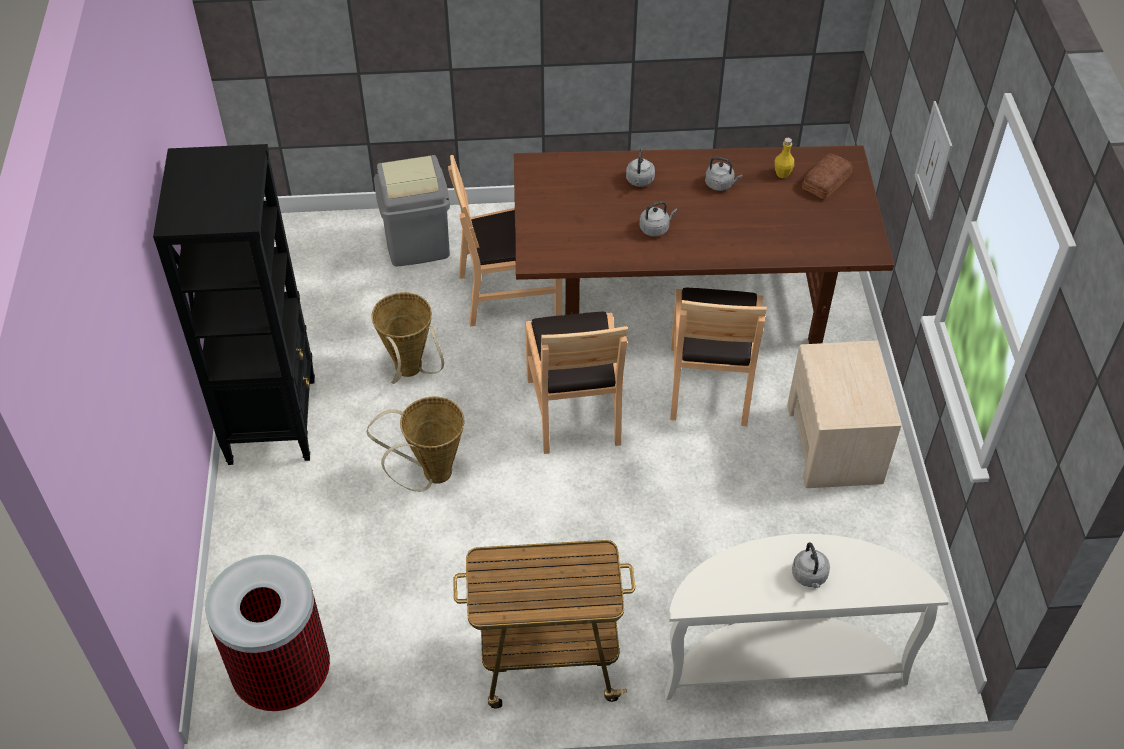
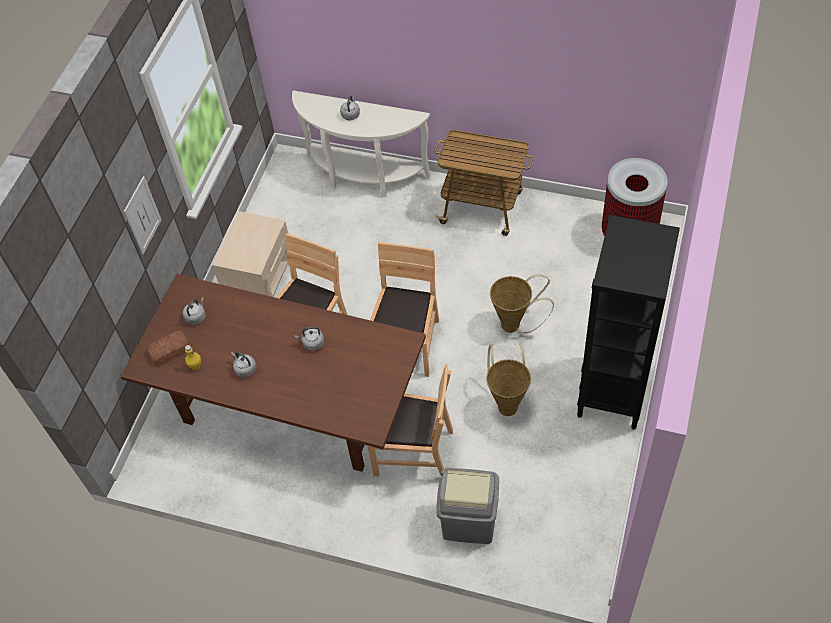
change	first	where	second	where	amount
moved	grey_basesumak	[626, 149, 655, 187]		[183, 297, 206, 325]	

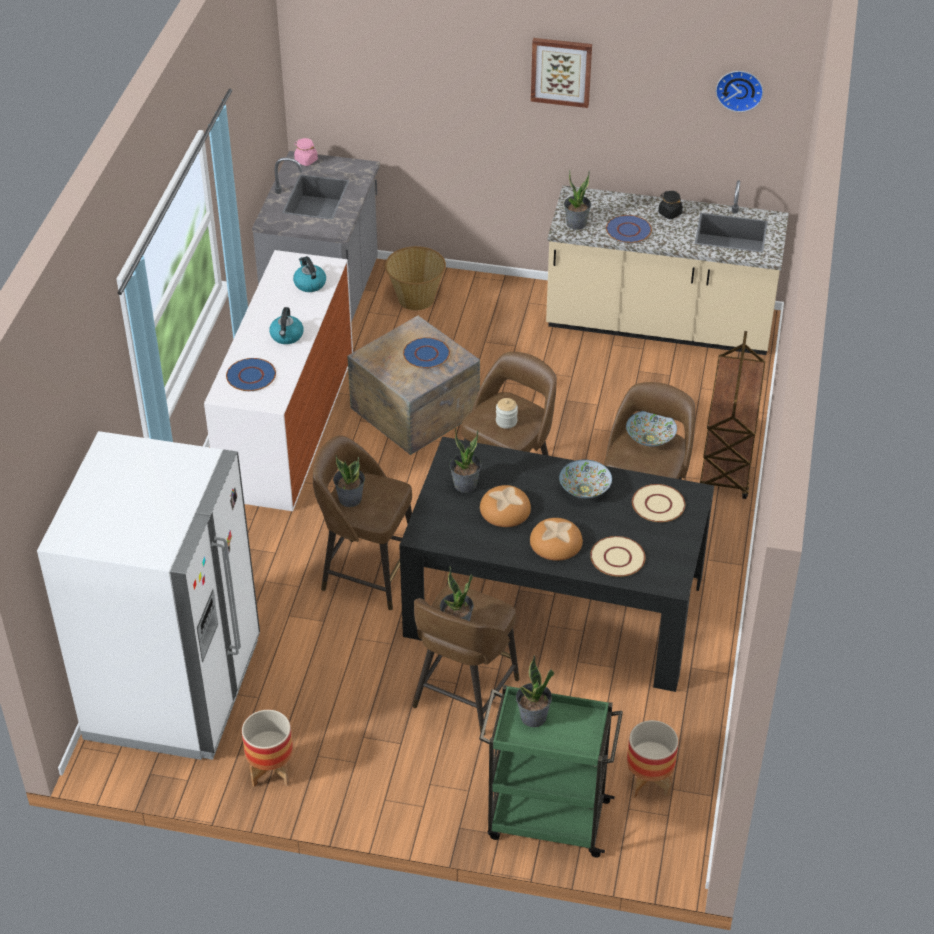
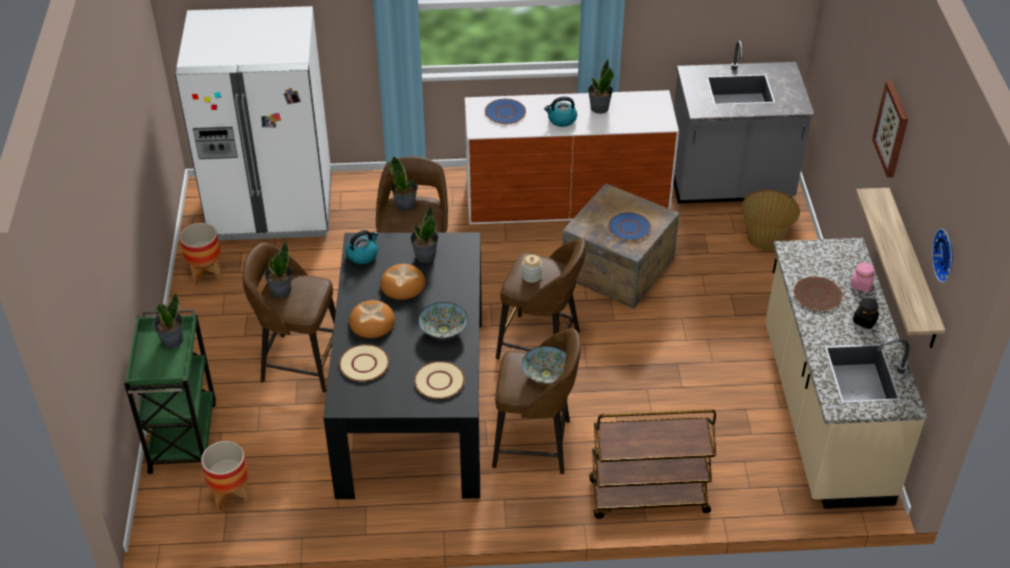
change	first	where	second	where	amount
moved	basesumak	[293, 256, 326, 292]		[346, 230, 378, 264]	
moved	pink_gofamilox	[294, 138, 318, 166]		[850, 262, 874, 292]	
moved	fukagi	[564, 170, 591, 230]		[588, 59, 614, 114]	
recoloured	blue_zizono	[606, 215, 652, 243]	brown_zizono	[794, 276, 843, 310]	
added			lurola	[856, 188, 945, 348]	

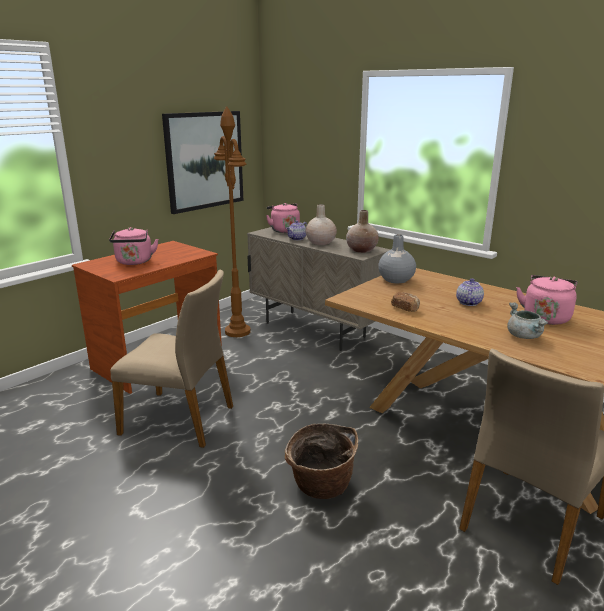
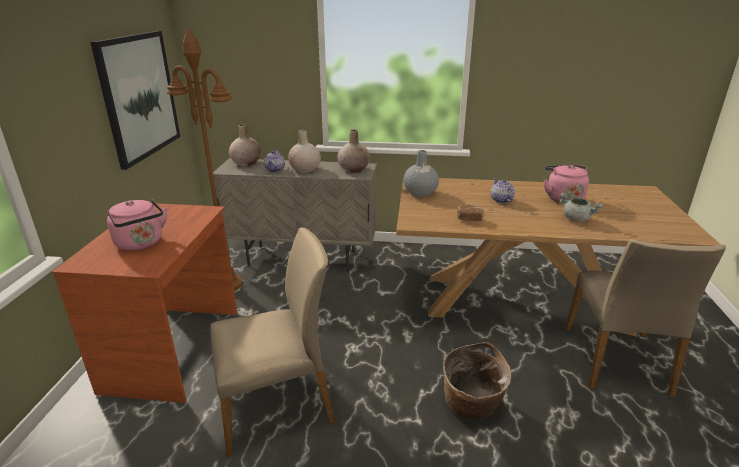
change	first	where	second	where	amount
replaced	pink_basesumak	[266, 203, 300, 233]	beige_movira	[229, 124, 261, 166]	

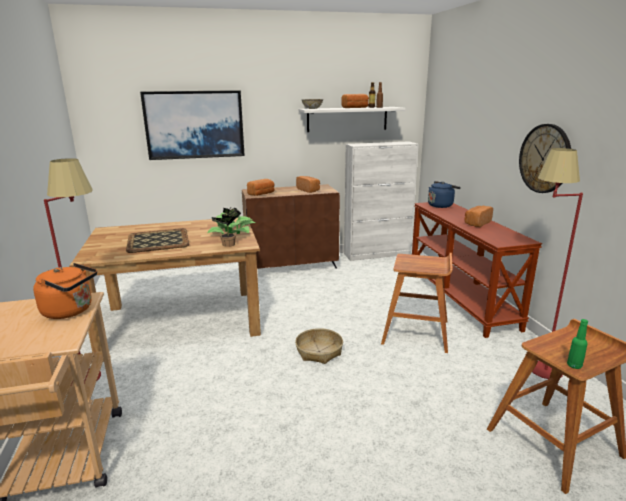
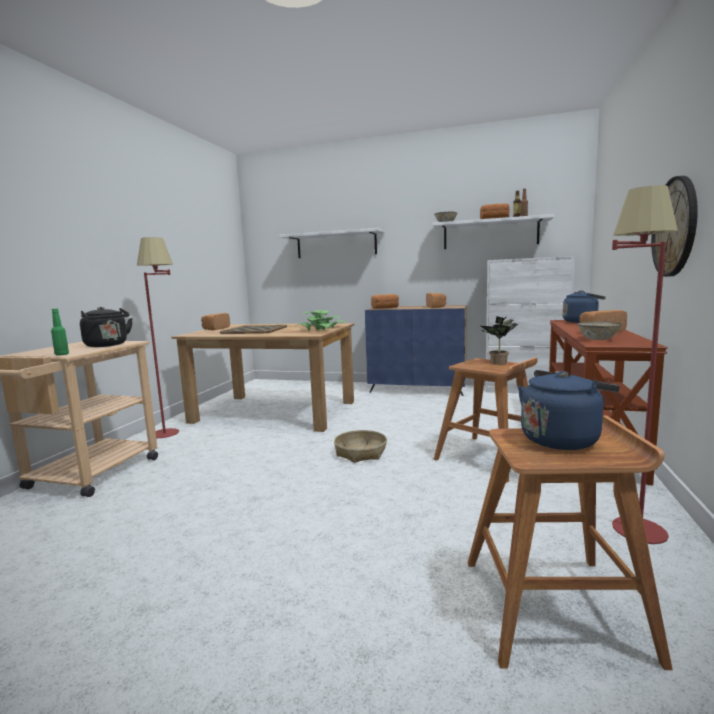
change	first	where	second	where	amount
recoloured	orange_basesumak	[33, 263, 97, 319]	black_basesumak	[80, 307, 133, 347]	
replaced	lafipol	[140, 90, 245, 160]	white_lurola	[279, 228, 385, 258]	
moved	fukagi	[211, 208, 241, 247]		[481, 316, 518, 365]	
recoloured	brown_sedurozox	[242, 184, 340, 269]	blue_sedurozox	[365, 305, 467, 396]	
moved	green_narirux	[567, 319, 588, 369]		[51, 309, 69, 355]	
added			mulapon	[201, 313, 230, 330]	
added			blue_basesumak	[518, 370, 620, 450]	
added			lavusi	[577, 322, 622, 340]	

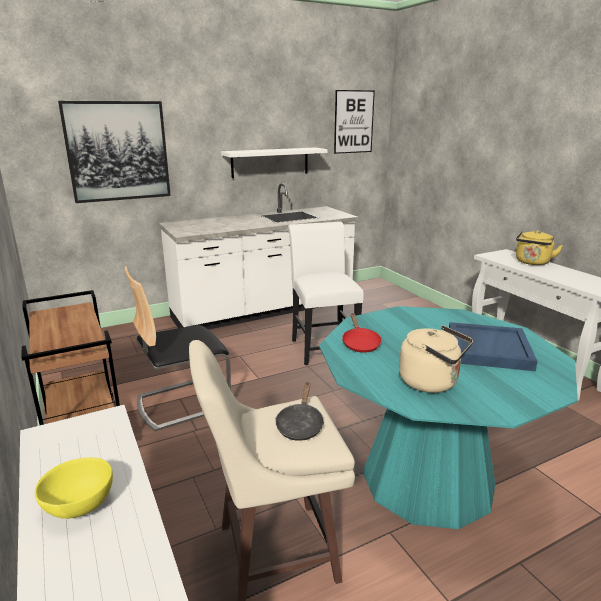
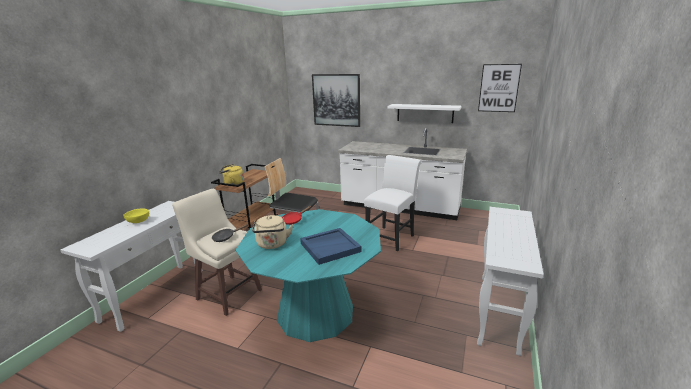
change	first	where	second	where	amount
moved	yellow_basesumak	[516, 230, 563, 265]		[219, 164, 244, 185]	

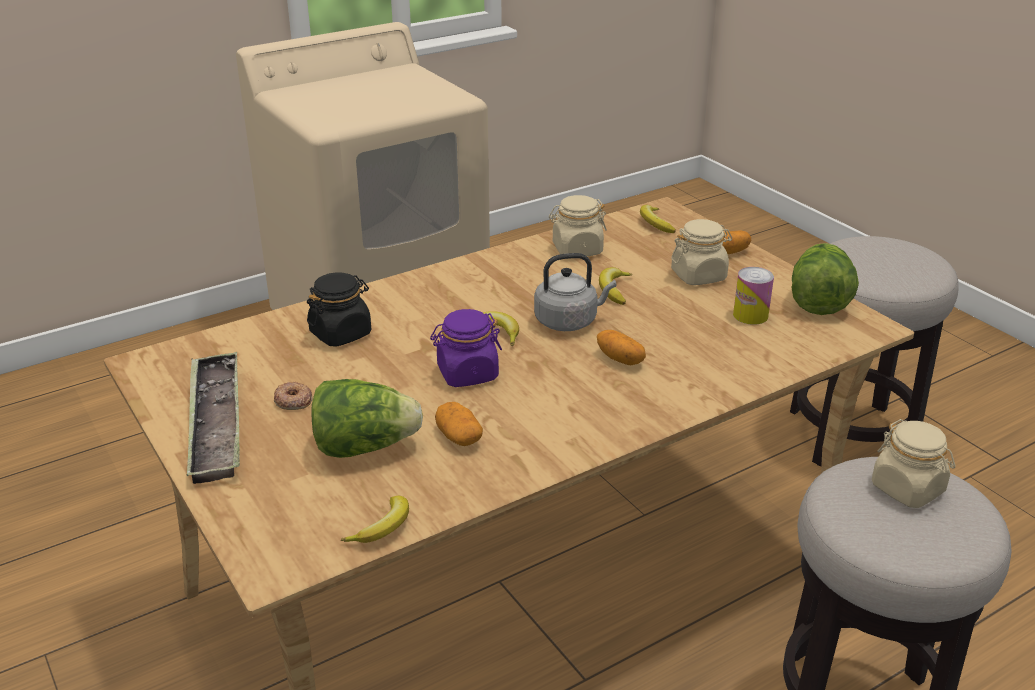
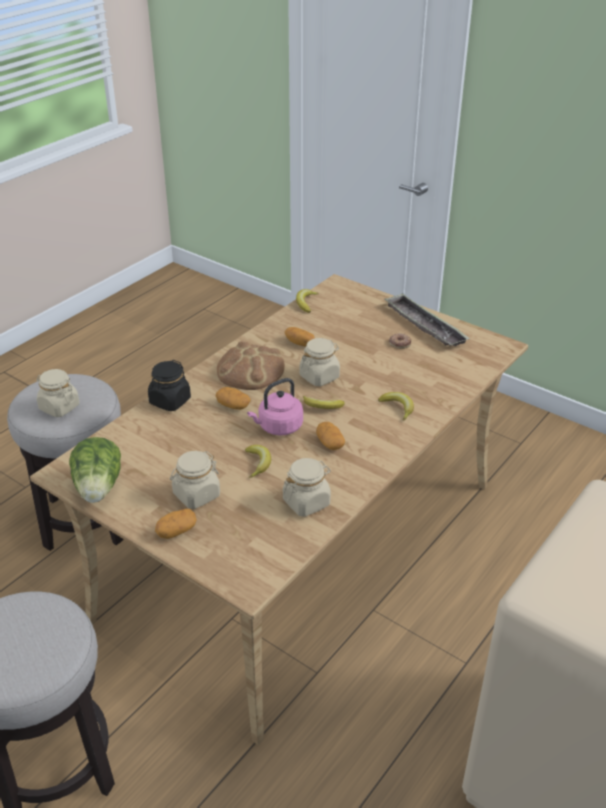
change	first	where	second	where	amount
moved	black_gofamilox	[307, 272, 371, 347]		[148, 360, 191, 411]	
removed	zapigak	[312, 379, 423, 458]			
recoloured	purple_gofamilox	[430, 309, 502, 387]	beige_gofamilox	[300, 338, 340, 386]	
recoloured	grey_basesumak	[534, 253, 616, 331]	pink_basesumak	[247, 378, 303, 436]	
moved	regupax	[640, 205, 676, 233]		[378, 392, 414, 421]	
removed	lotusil	[733, 267, 774, 325]			
added			mulapon	[217, 341, 285, 390]	
added			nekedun	[316, 422, 345, 450]	

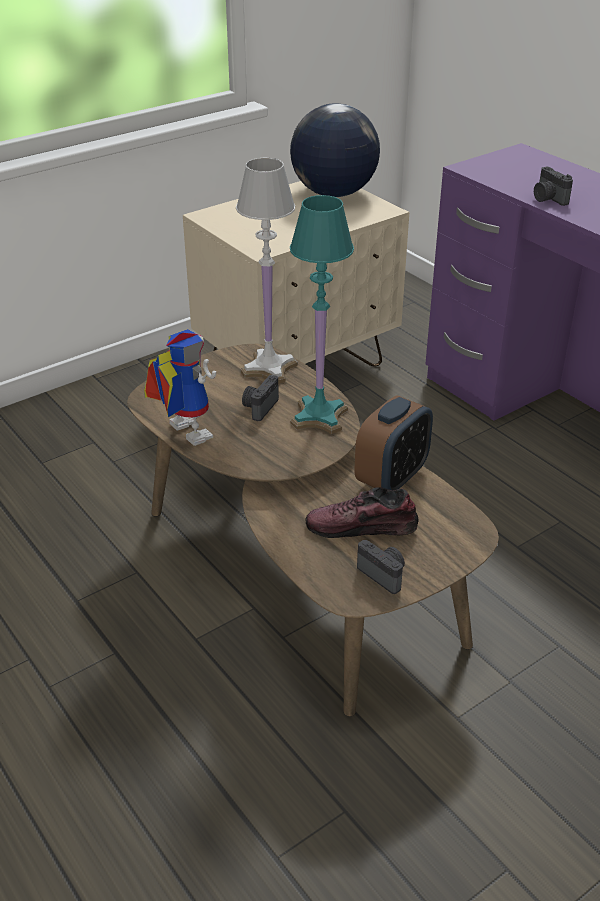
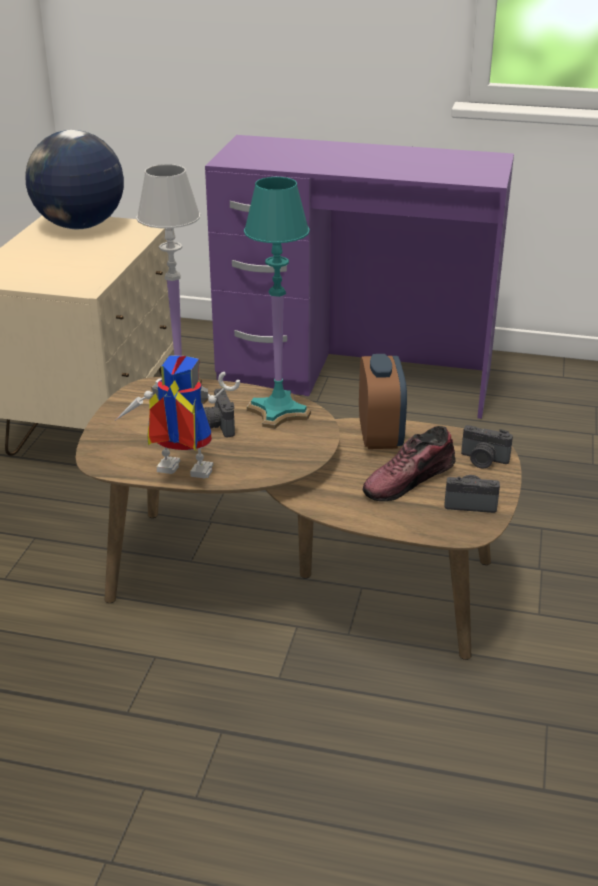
change	first	where	second	where	amount
moved	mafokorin	[534, 167, 573, 206]		[461, 425, 513, 469]	

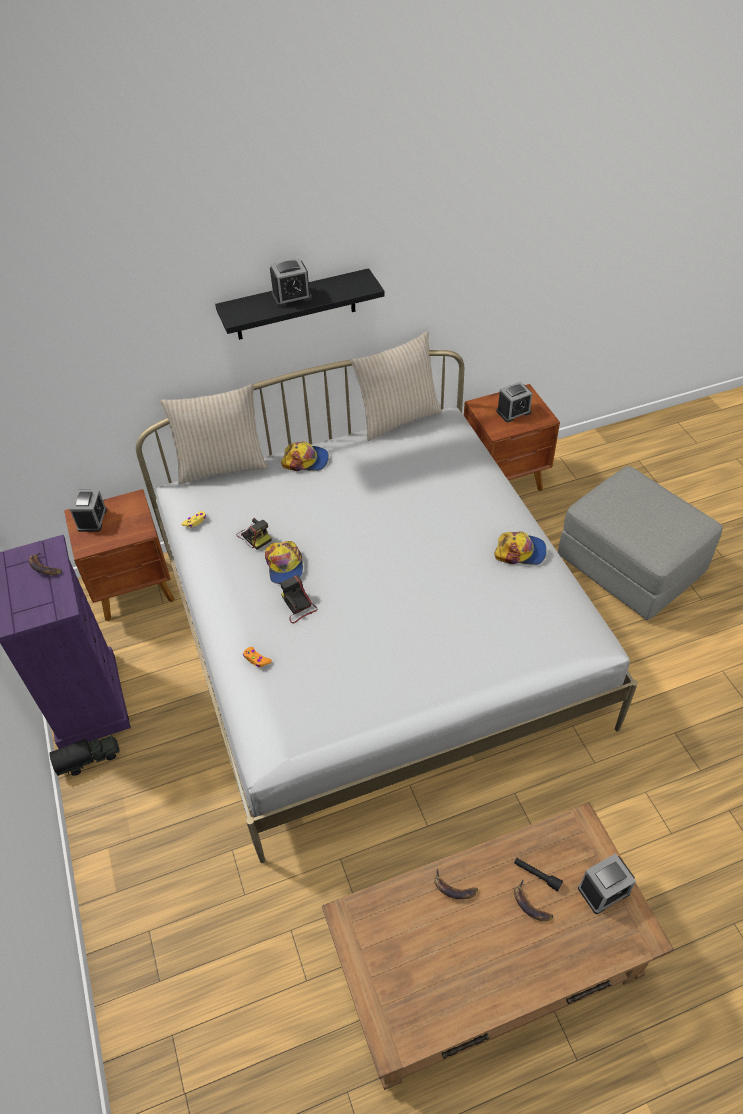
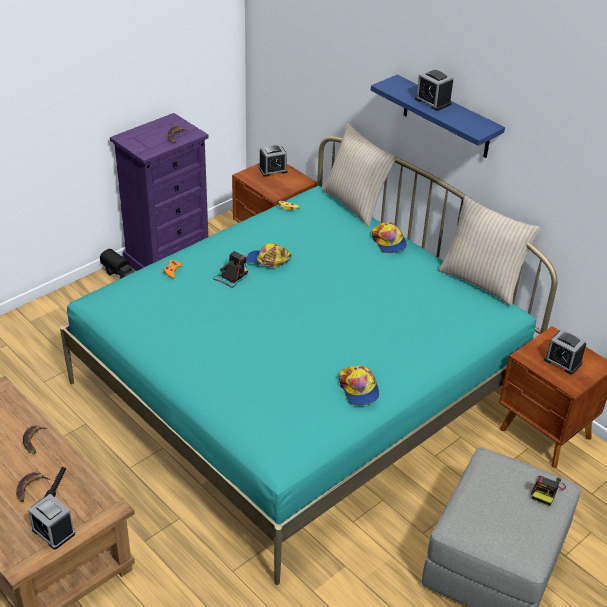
change	first	where	second	where	amount
recoloured	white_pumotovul	[136, 350, 638, 863]	turquoise_pumotovul	[60, 136, 557, 585]	
recoloured	black_lurola	[215, 268, 385, 340]	blue_lurola	[371, 75, 505, 158]	
moved	mafokorin	[237, 518, 272, 550]		[531, 476, 566, 506]	
turned	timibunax	[265, 541, 303, 584]		[247, 243, 292, 267]	45 degrees clockwise

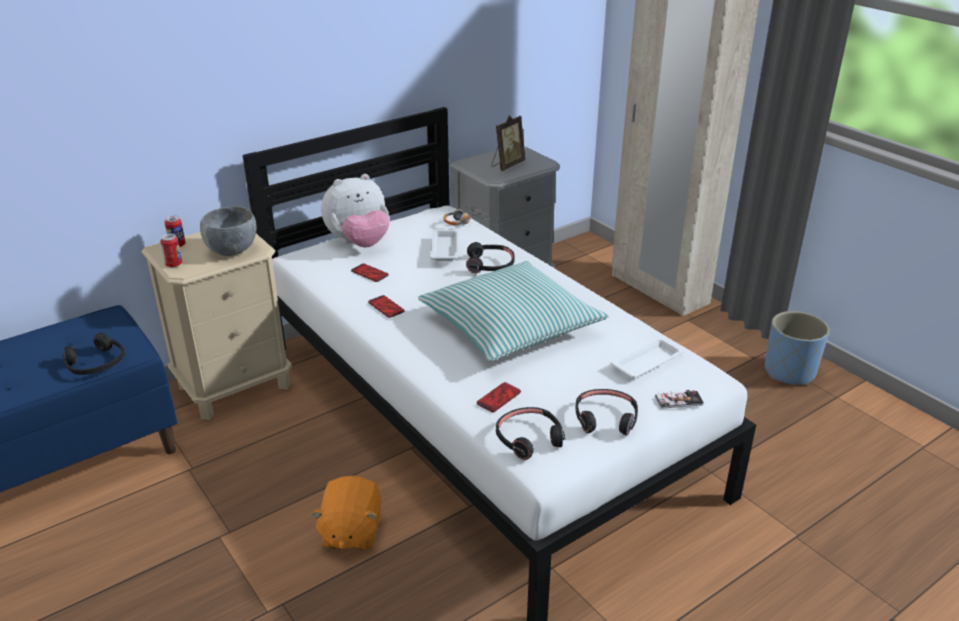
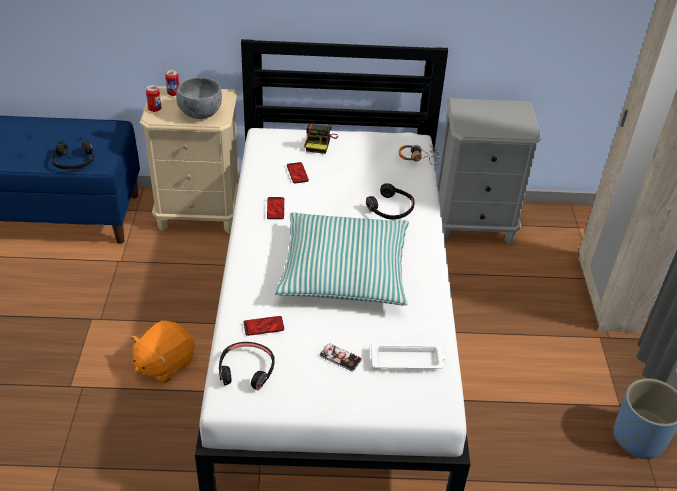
change	first	where	second	where	amount
replaced	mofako	[321, 174, 390, 248]	mafokorin	[304, 124, 338, 154]	
removed	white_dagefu	[430, 229, 459, 261]			
removed	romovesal	[491, 116, 525, 171]			
removed	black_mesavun	[575, 389, 638, 435]			
moved	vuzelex	[655, 390, 704, 409]		[319, 343, 362, 371]	

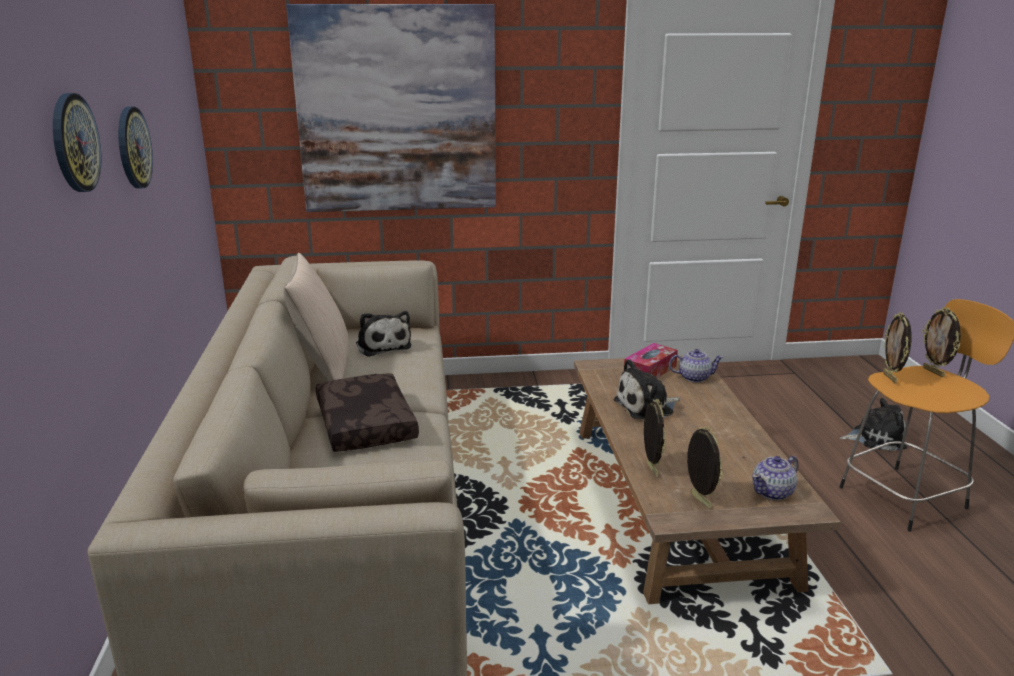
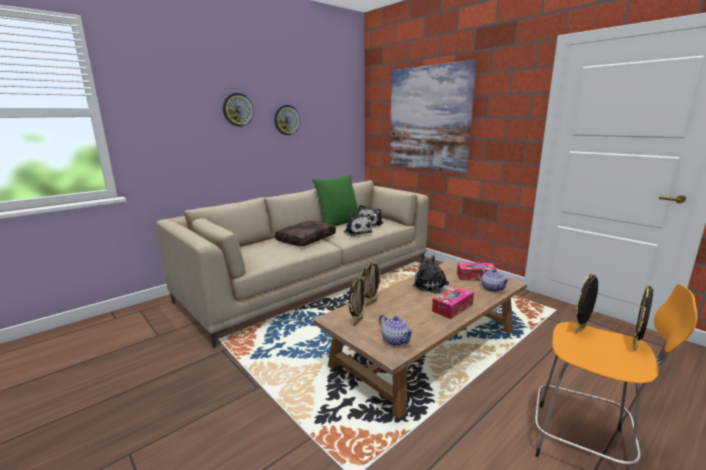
change	first	where	second	where	amount
recoloured	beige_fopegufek	[283, 253, 349, 381]	green_fopegufek	[312, 174, 359, 226]	
turned	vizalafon	[752, 456, 798, 500]		[379, 315, 414, 346]	150 degrees counterclockwise
moved	mofako	[840, 398, 907, 451]		[344, 214, 373, 236]	
added			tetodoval	[432, 286, 474, 319]	

